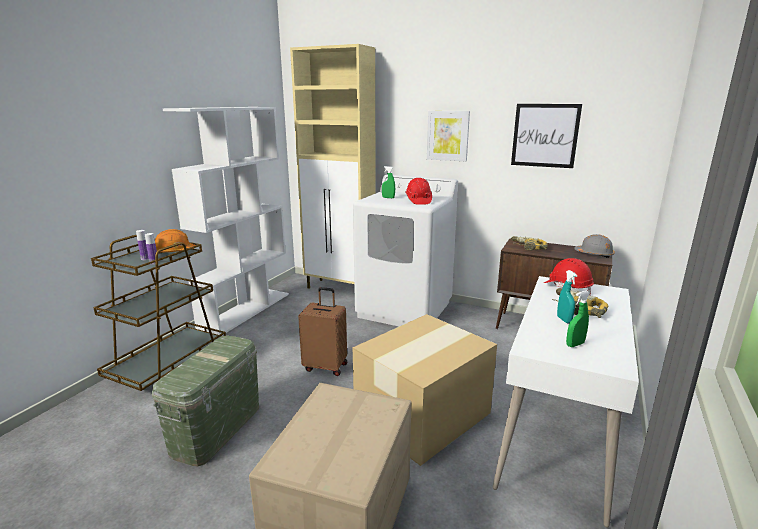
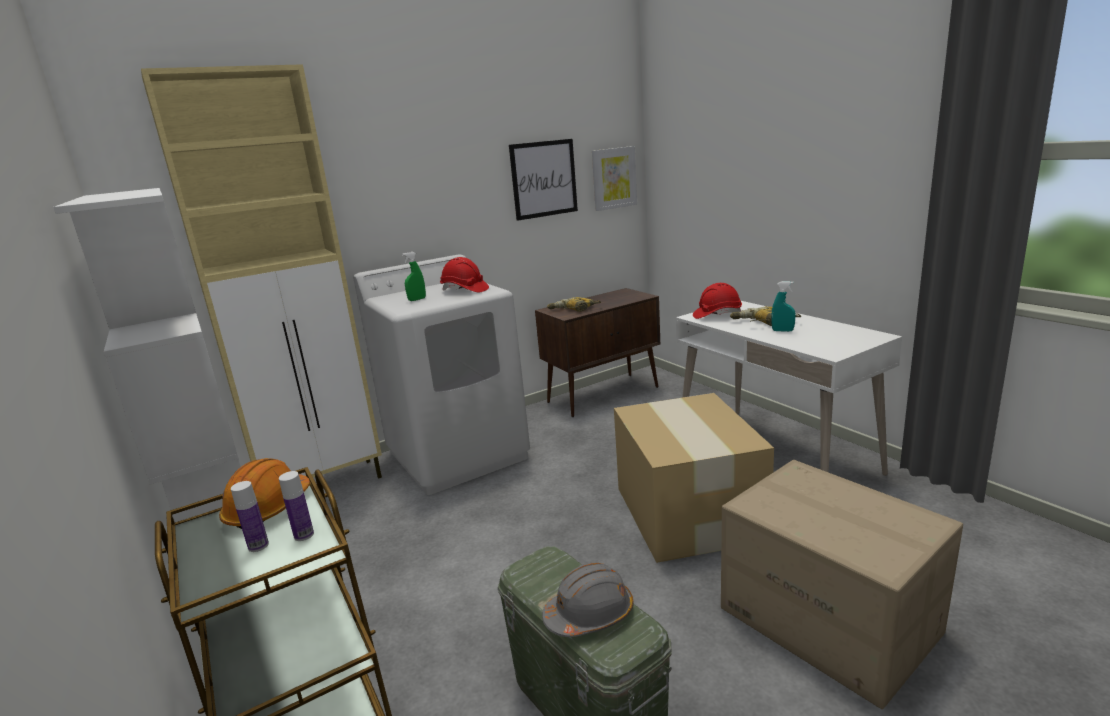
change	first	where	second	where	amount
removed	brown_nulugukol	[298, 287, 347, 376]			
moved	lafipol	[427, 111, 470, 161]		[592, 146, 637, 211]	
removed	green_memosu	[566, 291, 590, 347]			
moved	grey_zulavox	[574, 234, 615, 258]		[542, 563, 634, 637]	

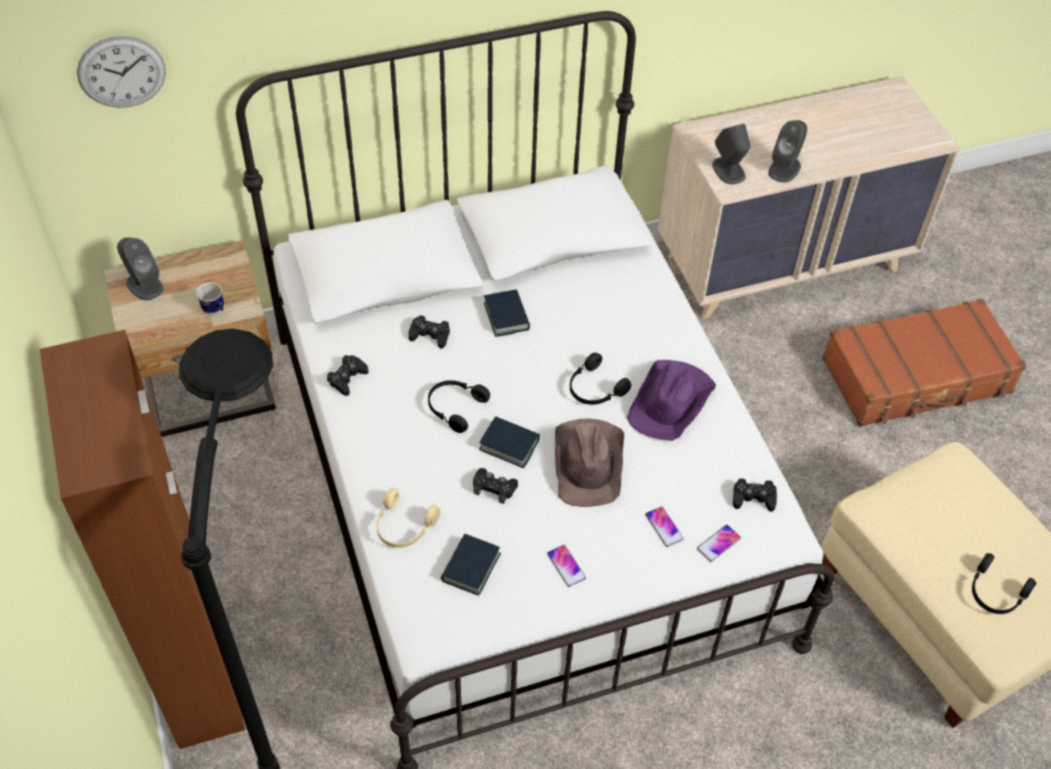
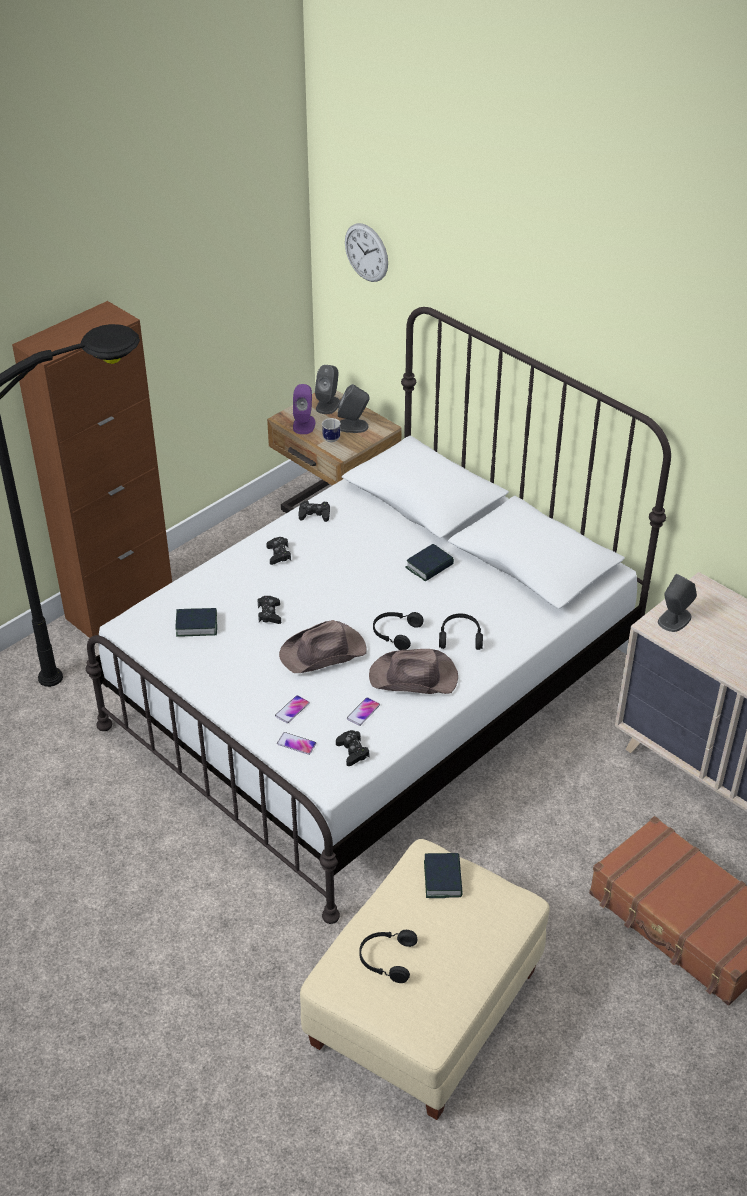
change	first	where	second	where	amount
removed	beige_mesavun	[376, 488, 441, 548]			
moved	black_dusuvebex	[408, 315, 450, 349]		[266, 537, 291, 565]	
moved	black_mesavun	[428, 380, 490, 433]		[439, 614, 483, 650]	
moved	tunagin	[479, 416, 540, 468]		[424, 853, 463, 898]	
moved	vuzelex	[547, 545, 586, 587]		[347, 697, 380, 726]	
recoloured	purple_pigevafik	[627, 360, 716, 441]	brown_pigevafik	[369, 649, 458, 694]	
moved	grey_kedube	[768, 120, 807, 183]		[338, 384, 370, 433]	
added			purple_kedube	[293, 384, 315, 434]	

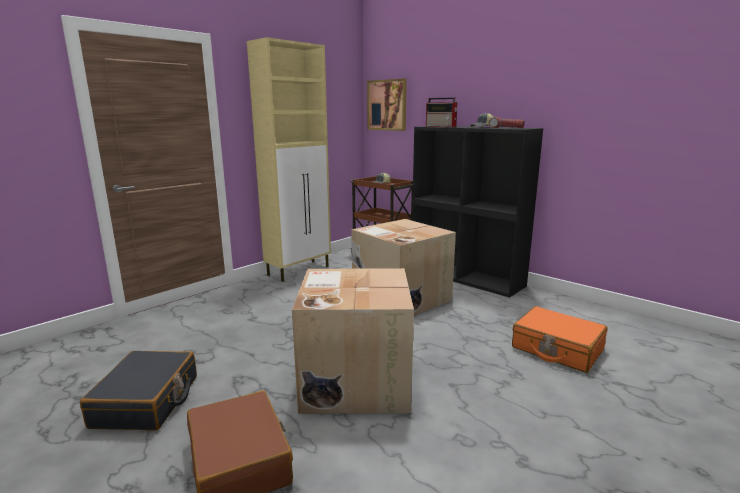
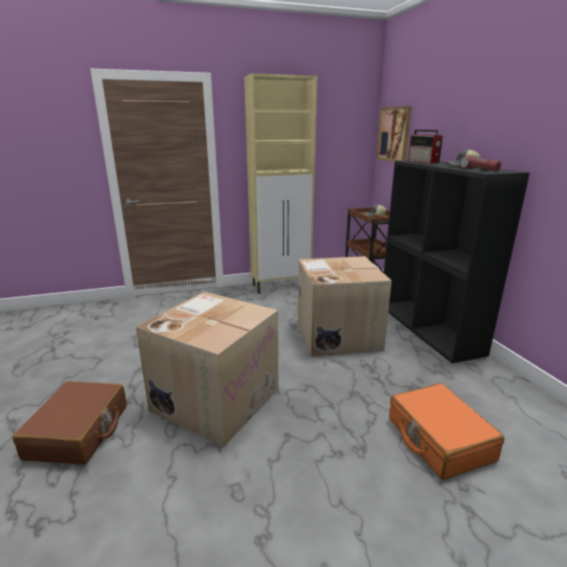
change	first	where	second	where	amount
removed	black_nulugukol	[80, 351, 197, 431]			

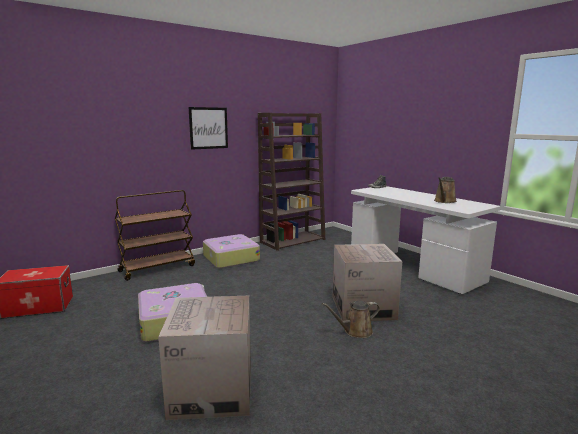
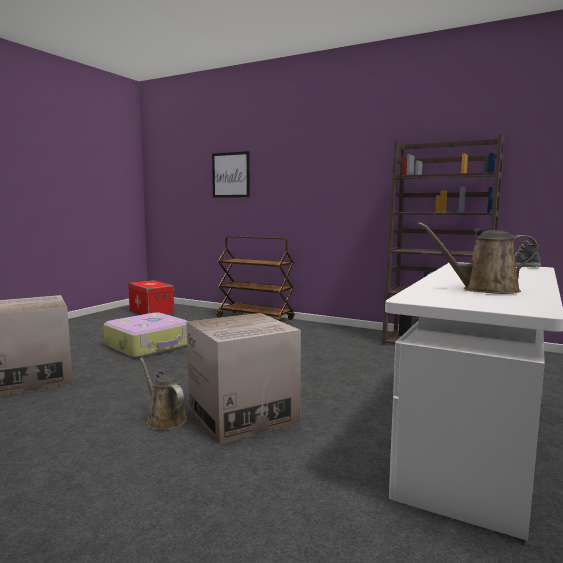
change	first	where	second	where	amount
moved	lafipol	[189, 107, 228, 150]		[212, 151, 250, 198]	
removed	nulugukol	[203, 234, 260, 268]			

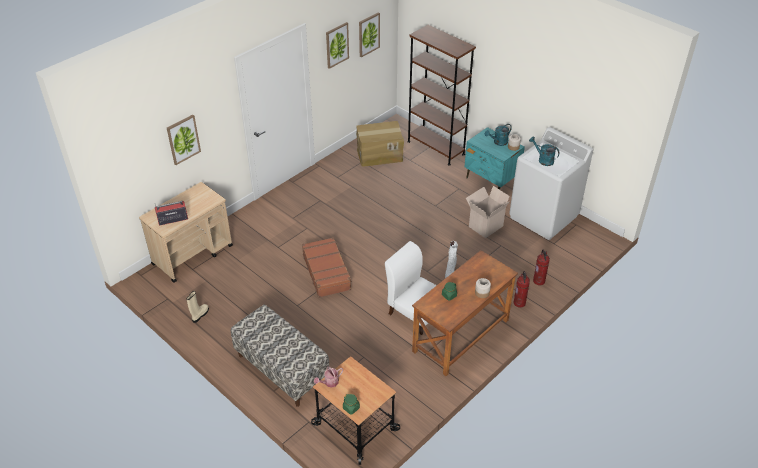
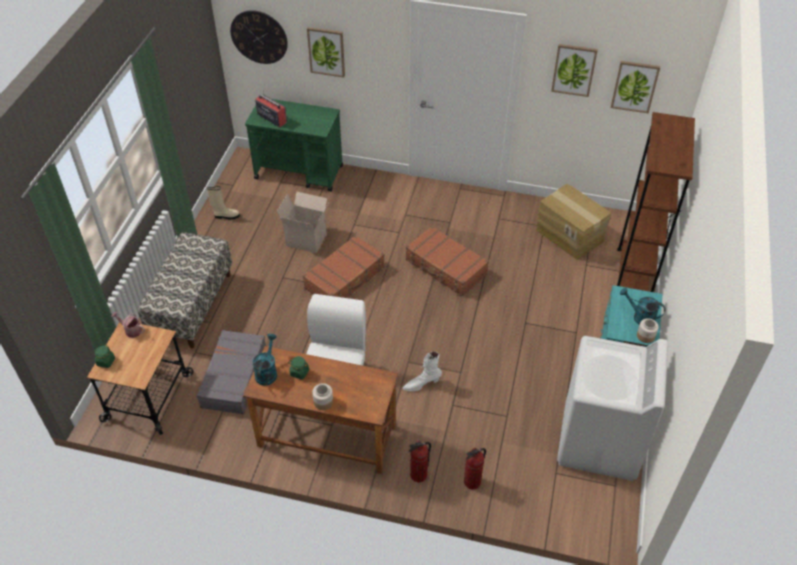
change	first	where	second	where	amount
recoloured	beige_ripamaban	[139, 182, 233, 283]	green_ripamaban	[245, 99, 343, 192]	
moved	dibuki	[466, 186, 510, 238]		[277, 192, 328, 253]	
moved	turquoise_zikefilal	[529, 137, 559, 166]		[253, 334, 277, 386]	
added			grey_nulugukol	[197, 330, 266, 415]	
added			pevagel	[230, 10, 288, 64]	
added			brown_nulugukol	[406, 226, 489, 296]	

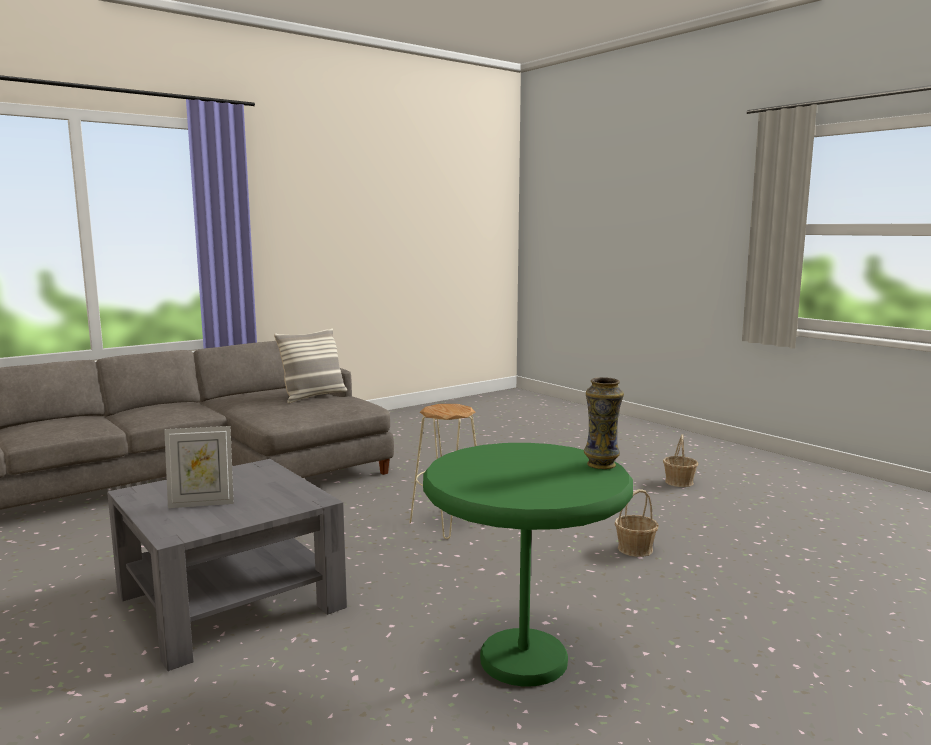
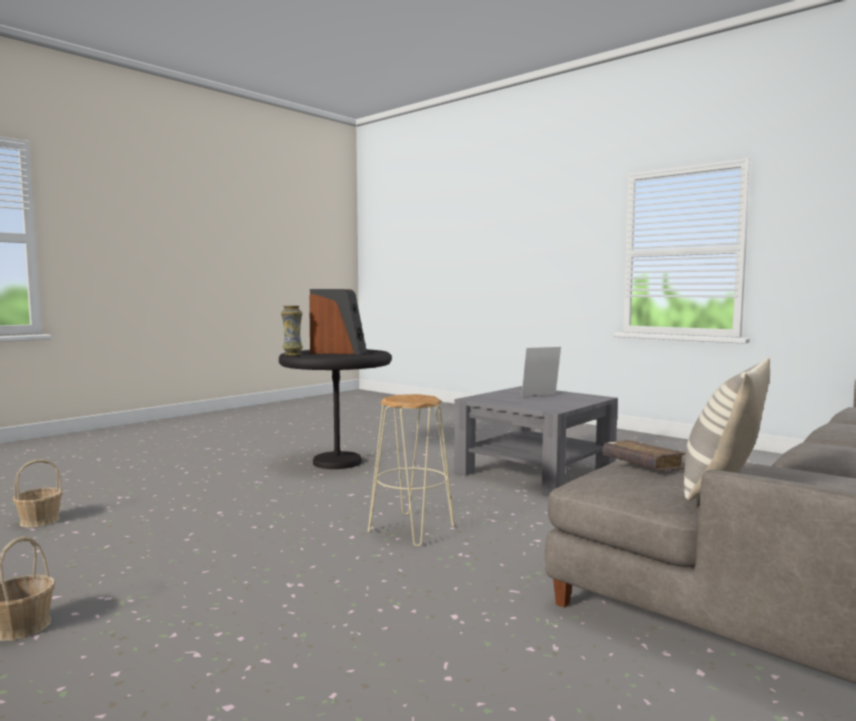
change	first	where	second	where	amount
recoloured	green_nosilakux	[423, 443, 633, 687]	black_nosilakux	[279, 349, 392, 469]	
moved	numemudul	[615, 489, 659, 557]		[13, 459, 63, 528]	
added			kedube	[309, 289, 367, 355]	
added			brown_tunagin	[603, 440, 686, 471]	

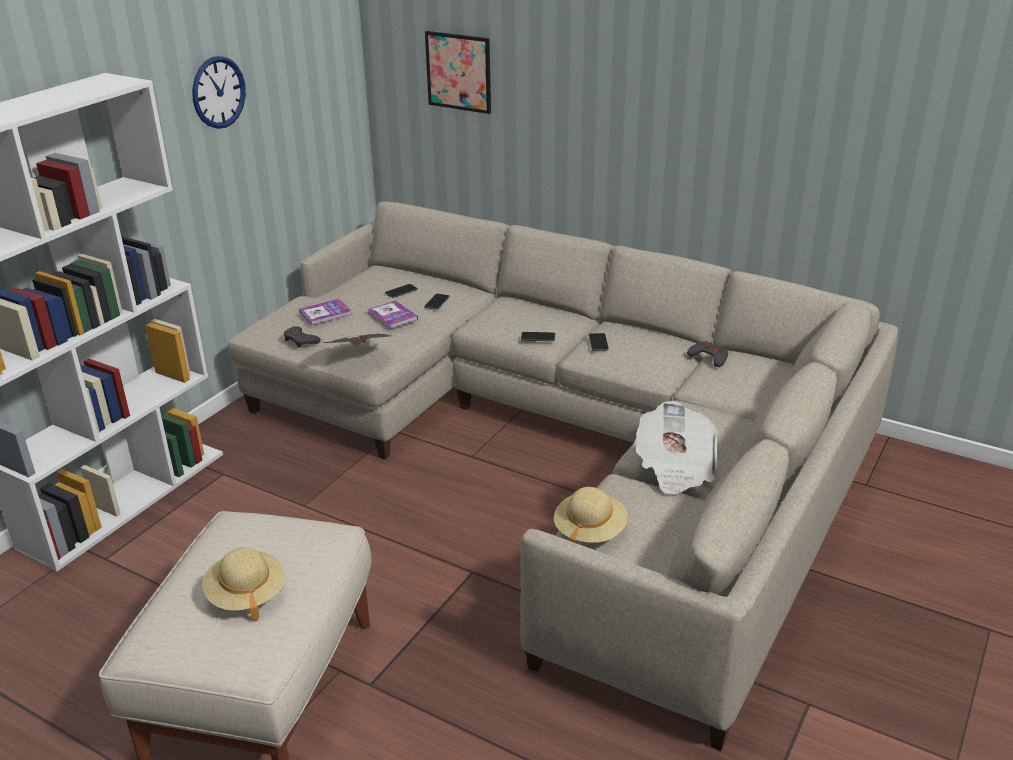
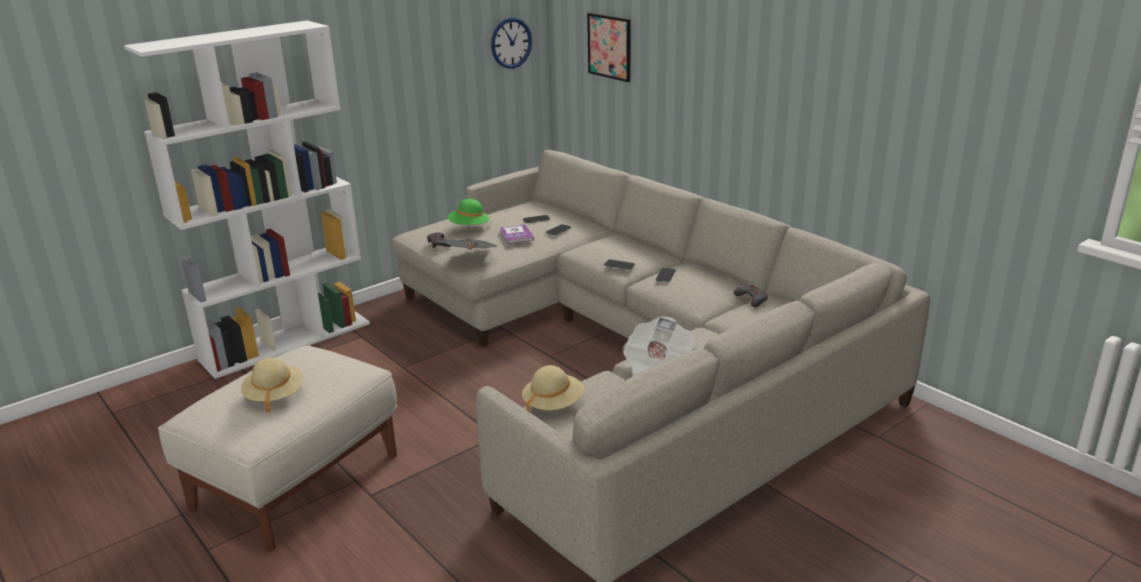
change	first	where	second	where	amount
moved	pevagel	[192, 56, 246, 129]		[491, 18, 532, 68]	
replaced	tunagin	[299, 299, 352, 325]	green_pigevafik	[448, 199, 490, 225]	

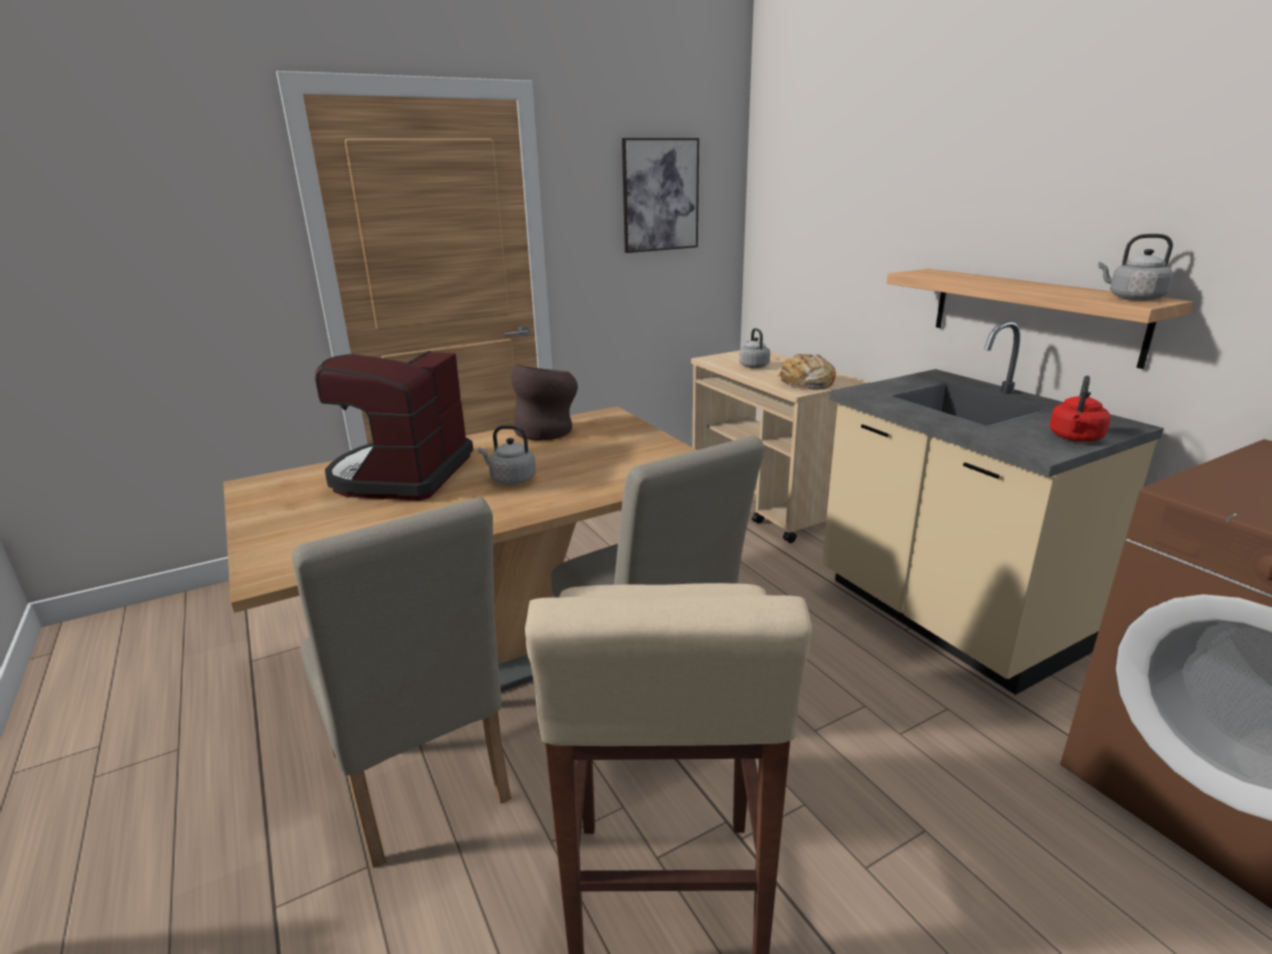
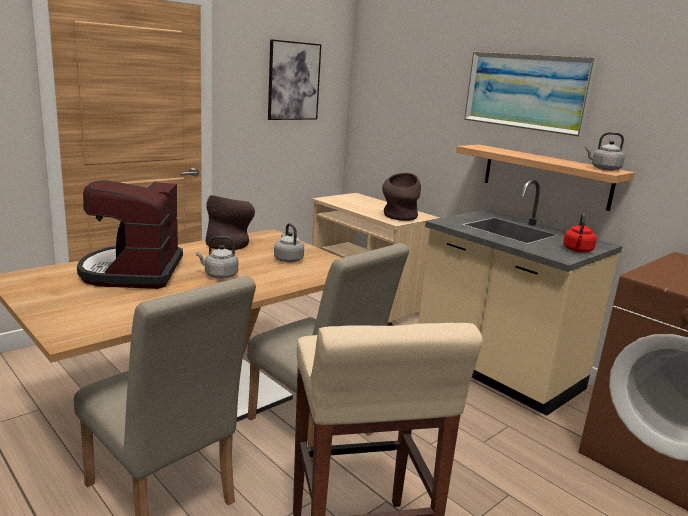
change	first	where	second	where	amount
moved	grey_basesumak	[739, 328, 770, 368]		[274, 223, 304, 263]	
replaced	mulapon	[778, 354, 836, 390]	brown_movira	[382, 173, 421, 221]	
added			lafipol	[464, 52, 598, 137]	

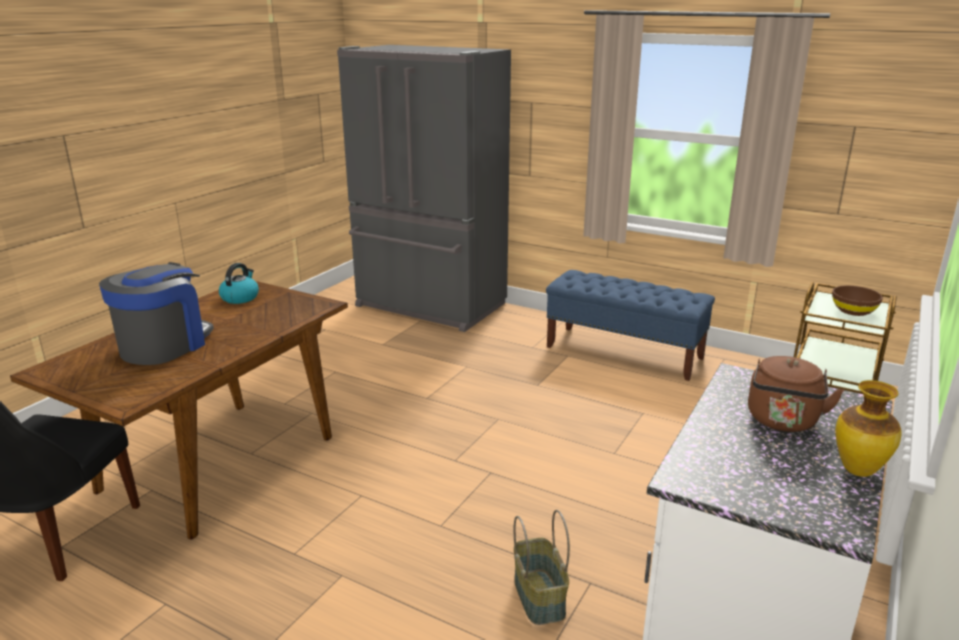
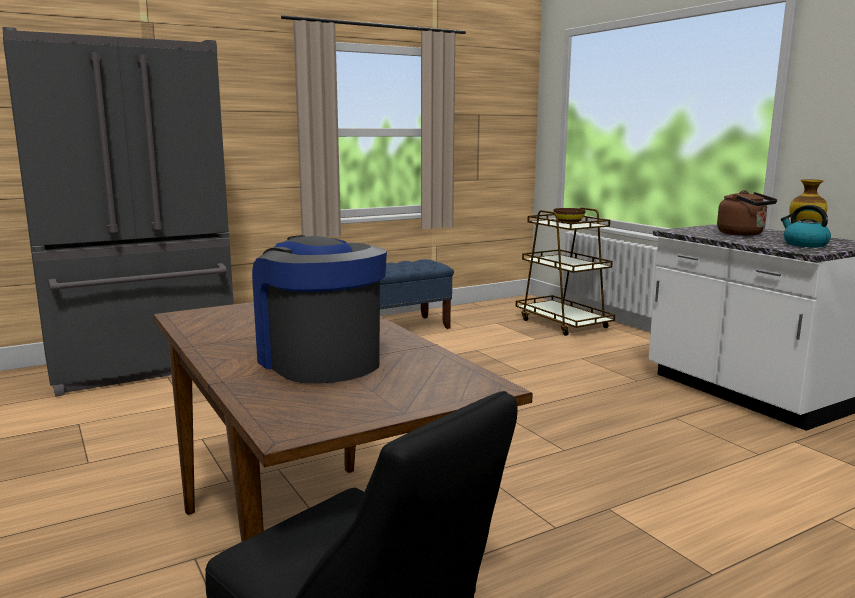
change	first	where	second	where	amount
moved	basesumak	[219, 263, 259, 304]		[781, 205, 831, 248]	
removed	numemudul	[514, 510, 570, 625]			

